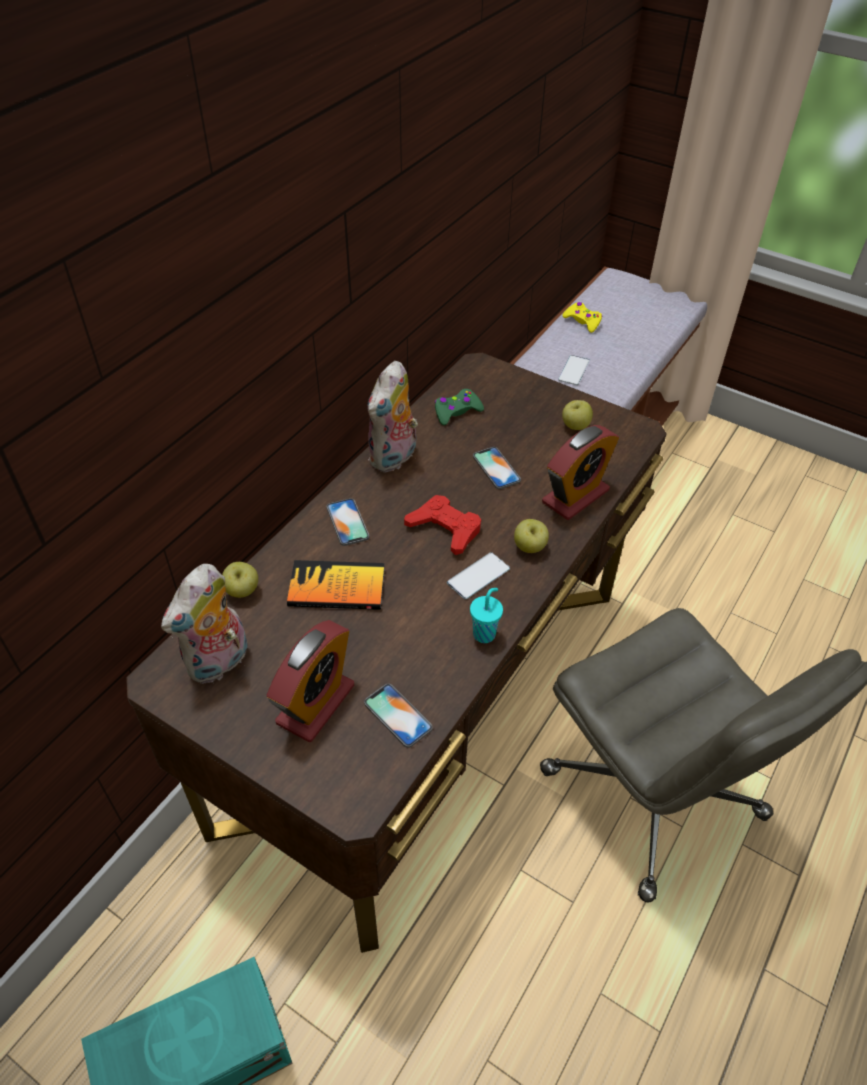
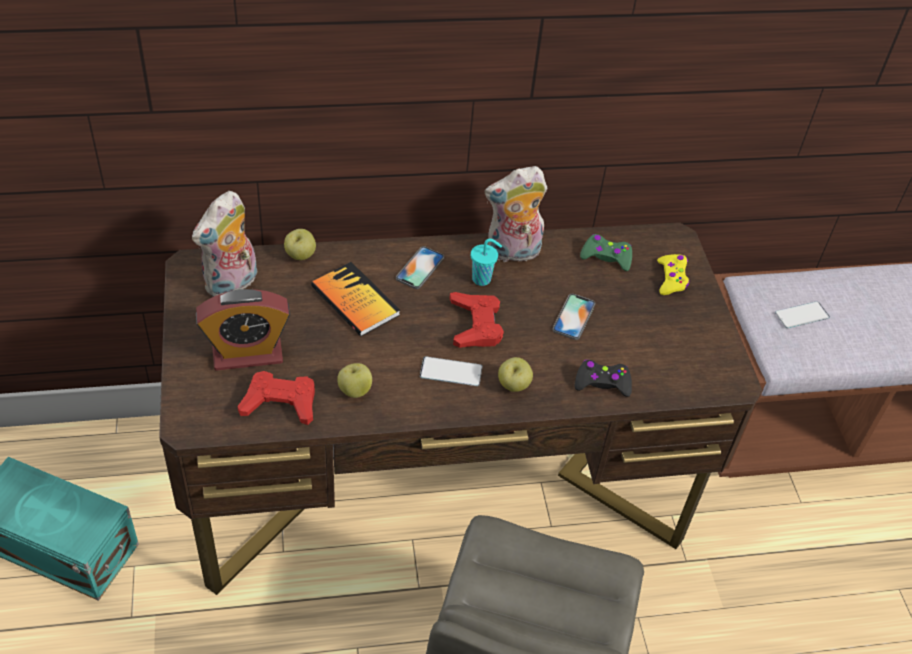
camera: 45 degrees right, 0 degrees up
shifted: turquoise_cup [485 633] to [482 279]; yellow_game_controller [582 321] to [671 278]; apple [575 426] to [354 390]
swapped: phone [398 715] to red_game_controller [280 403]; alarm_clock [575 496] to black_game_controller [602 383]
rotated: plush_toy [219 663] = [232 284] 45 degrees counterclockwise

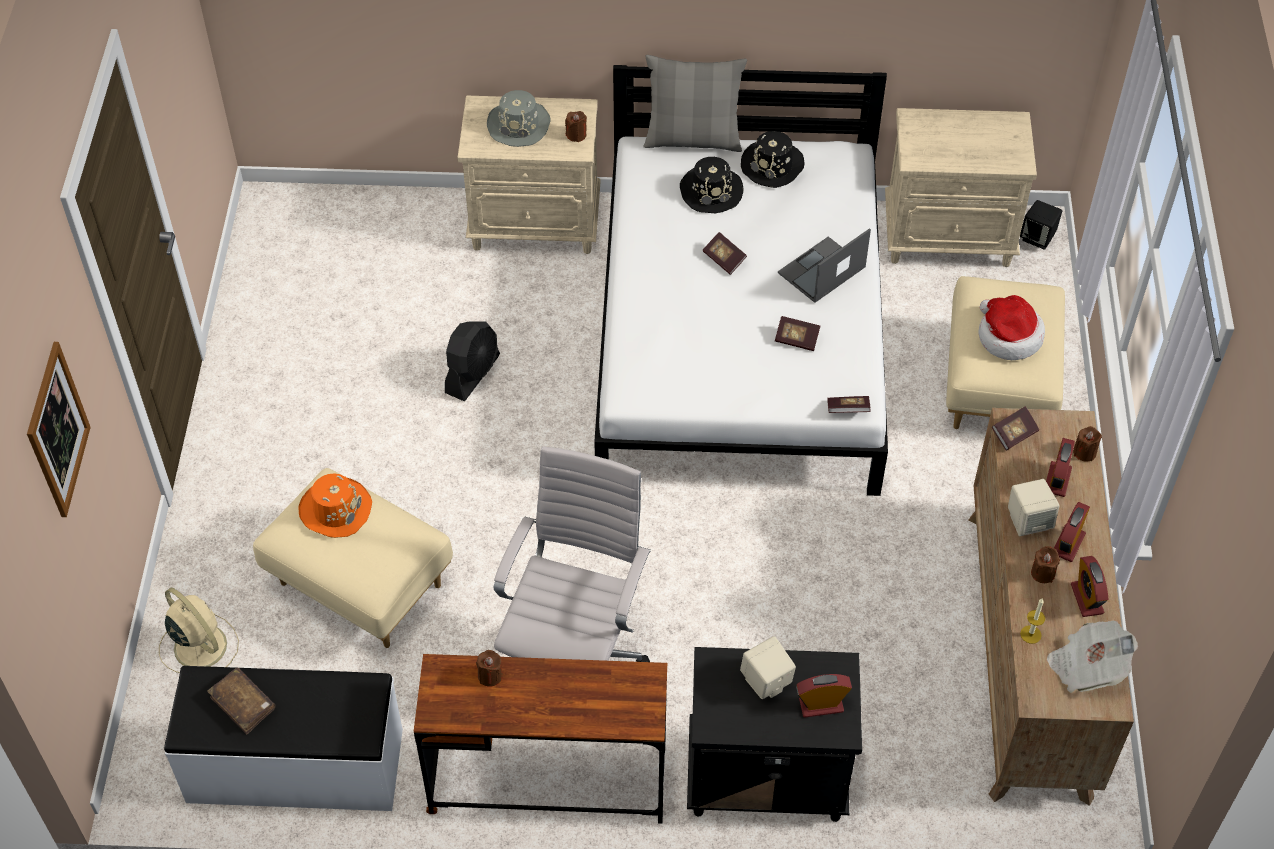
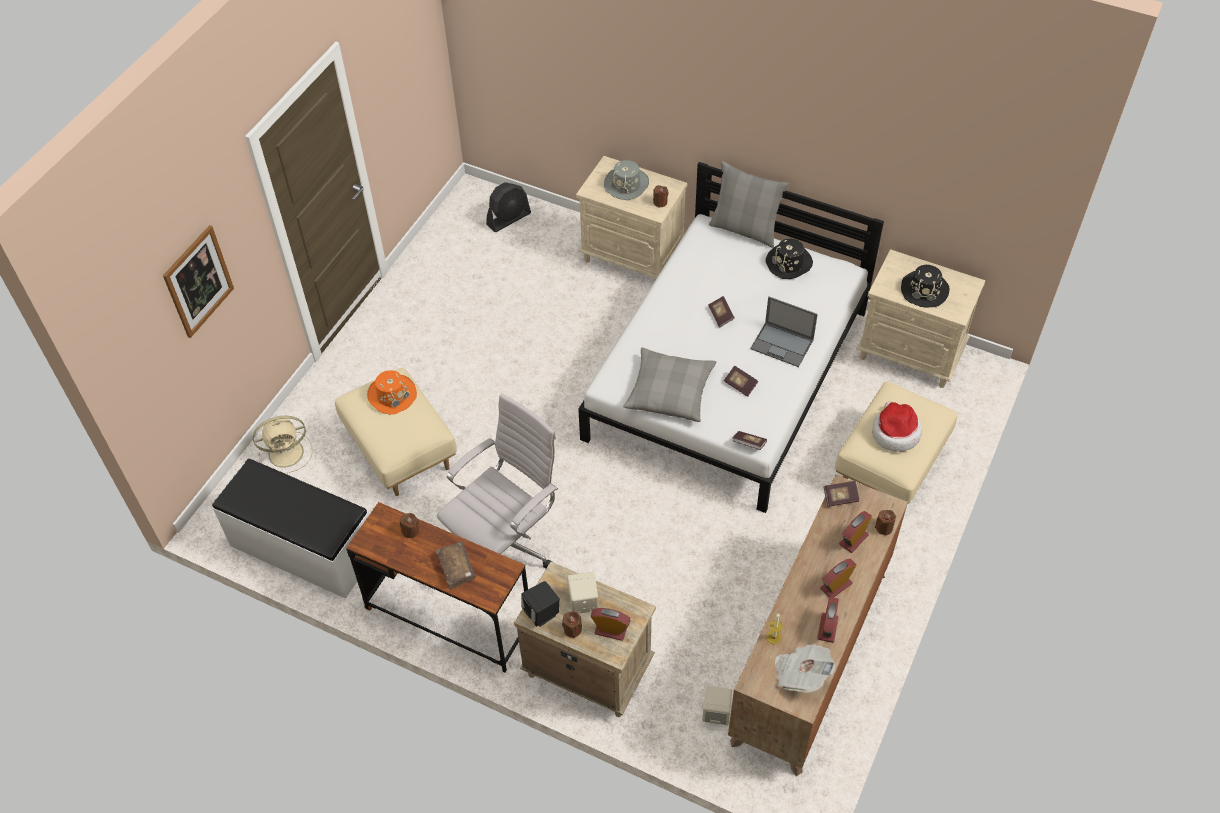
camera: 25 degrees right, 0 degrees up
new: grey_pillow [670 391]
shifted: brown_book [243 704] to [456 568]; black_fan [473 374] to [509 219]; black_hat [711 191] to [924 290]; beige_speaker [1028 521] to [716 713]; black_speaker [1038 238] to [542 613]; brown_candle [1042 573] to [572 629]
repainted: black_nightstand [765 777] to beige_nightstand [586 669]
rotated: beige_fan [199 645] = [287 452] 90 degrees clockwise; laptop [821 271] = [782 344] 135 degrees counterclockwise

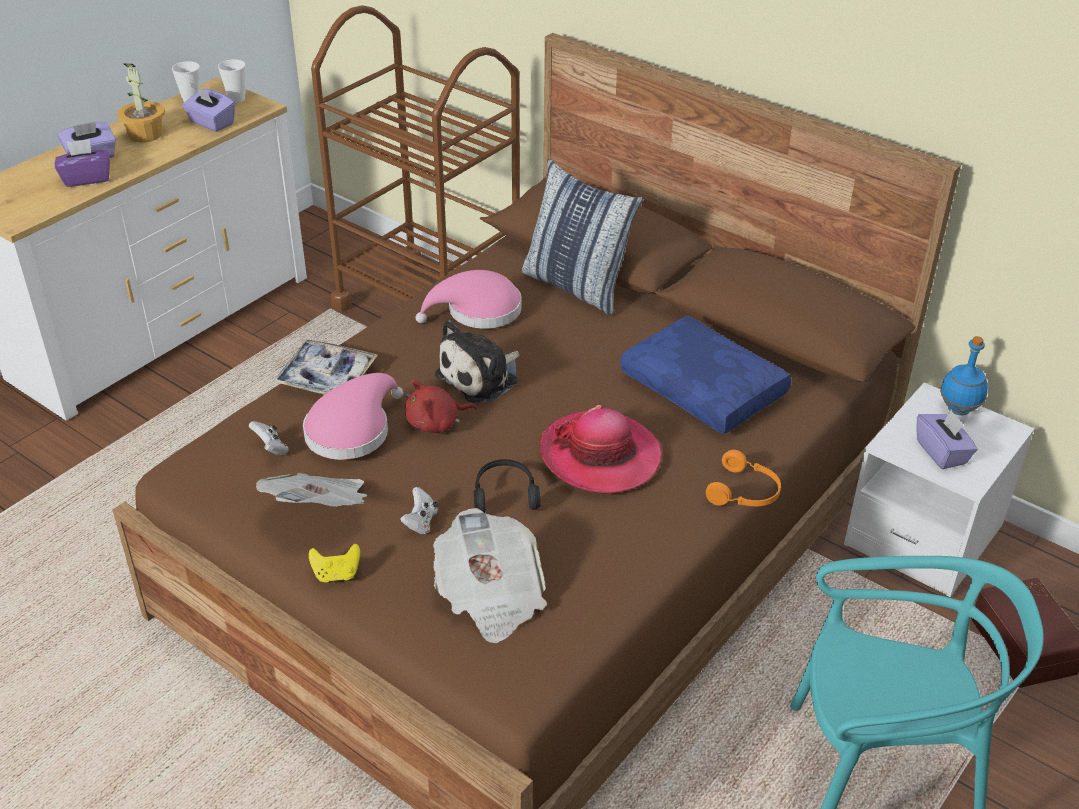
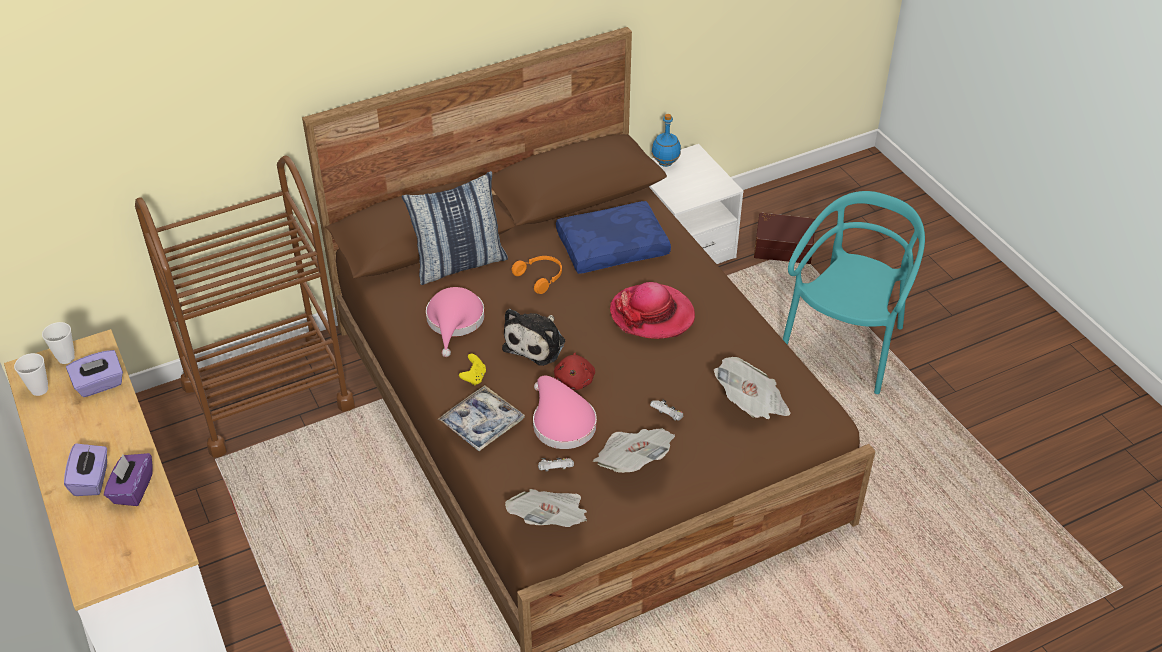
camera: 65 degrees left, 5 degrees up
gone: potted_plant [145 135]; black_headphones [505 493]; purple_tissue_box [942 452]
new: newspaper [550 521]
shifted: yellow_game_controller [336 574] to [474 377]; orange_headphones [745 492] to [541 277]
rotated: plush_toy [481 377] = [536 343] 45 degrees clockwise

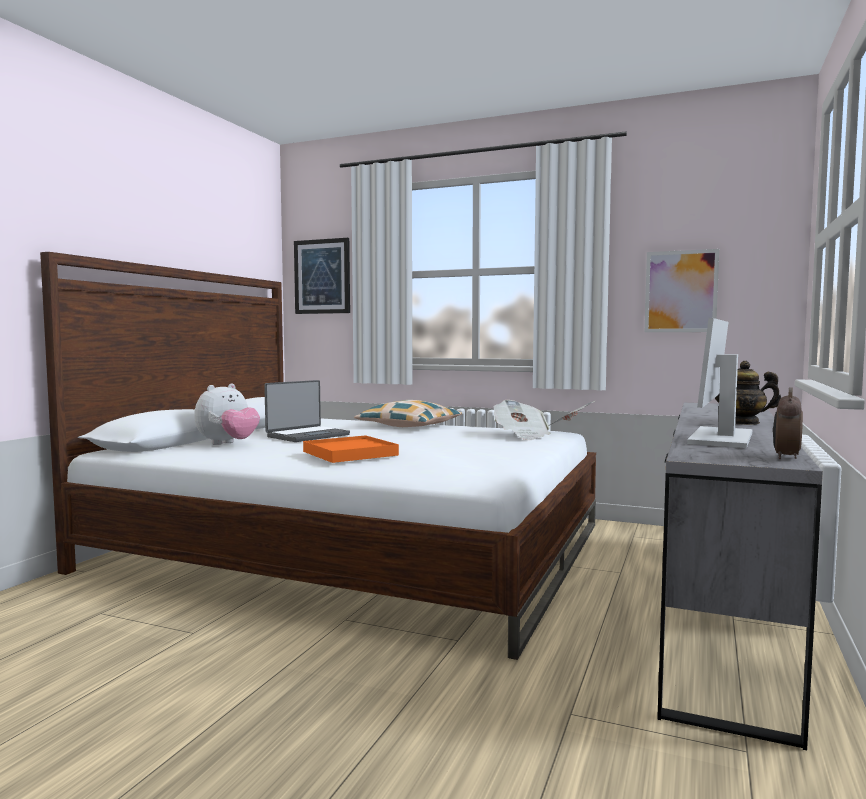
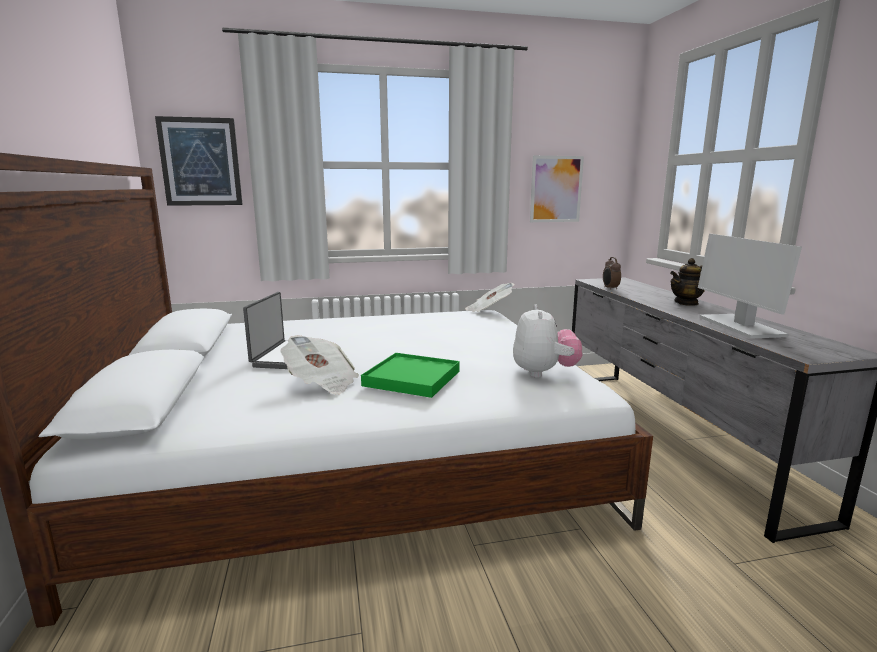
camera: 35 degrees left, 10 degrees up
gone: pillow [409 426]
shifted: plush_toy [228 444] to [544 373]; newspaper [521 435] to [322 382]; alarm_clock [785 457] to [610 288]
repainted: orange_tray [350 453] to green_tray [412 378]

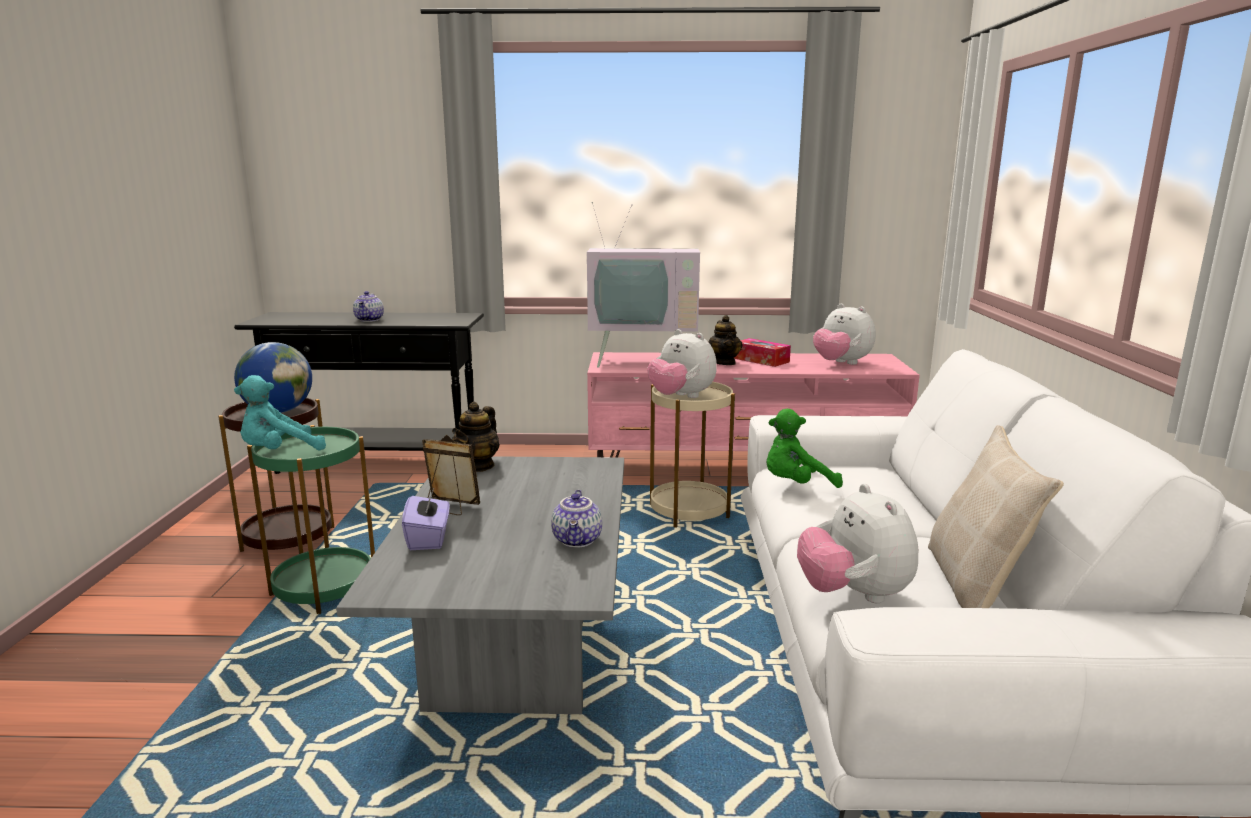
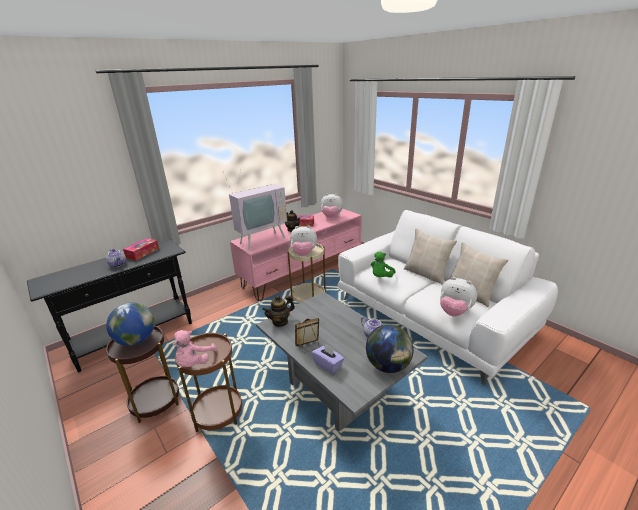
camera: 40 degrees left, 10 degrees up
new: tissue_box [142 253]; globe [388 366]; beige_pillow [426 274]
repainted: turquoise_plush_toy [279 453] to pink_plush_toy [195 362]; green_side_table [324 588] to brown_side_table [217 412]
rotated: teapot [478 465] = [280 322] 75 degrees clockwise

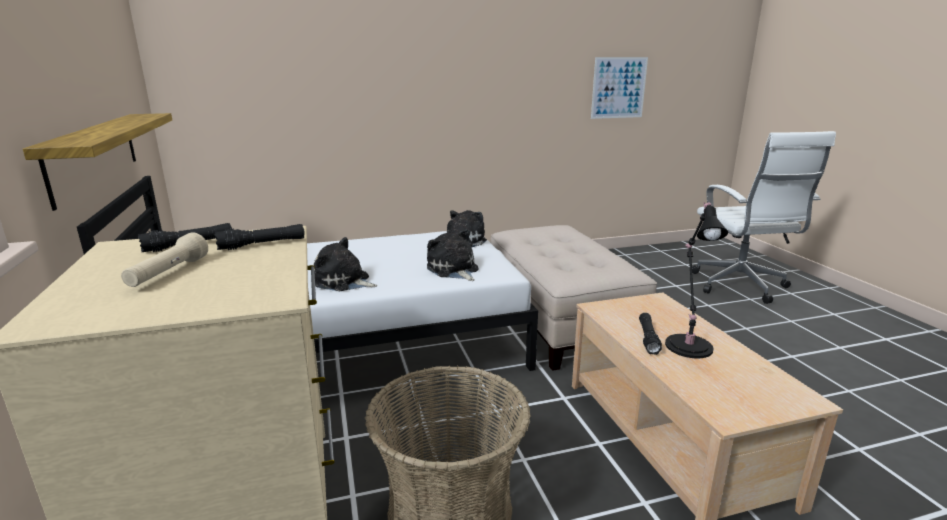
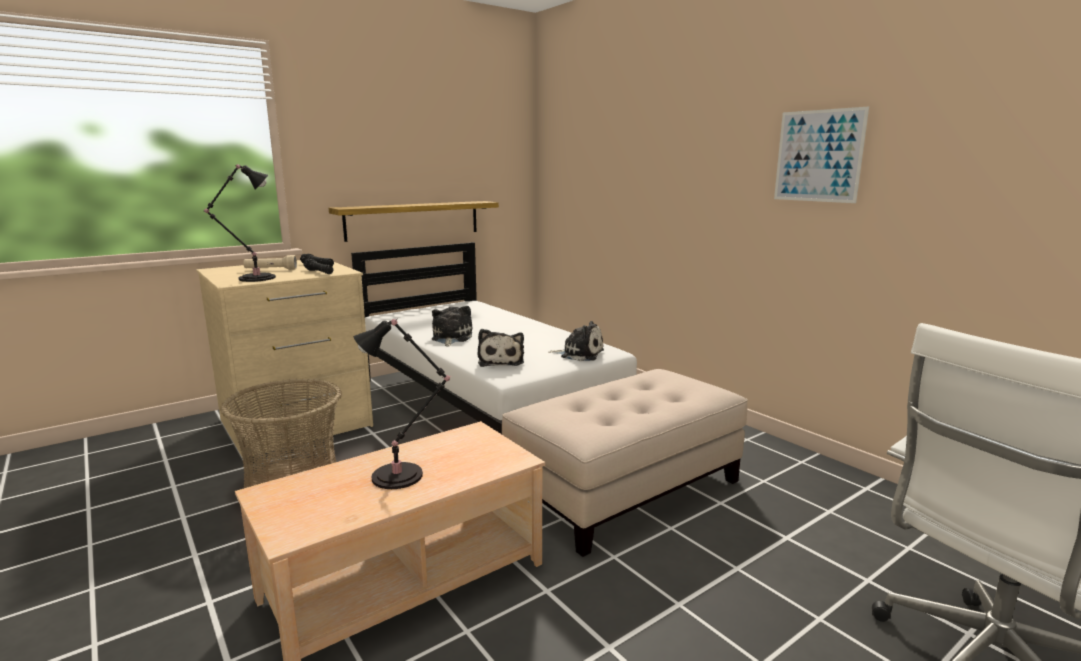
camera: 70 degrees right, 5 degrees down
gone: black_flashlight [648 338]
new: black_table_lamp [253 278]
shifted: picture [619 88] to [818 156]
rotated: plush_toy [453 270] = [501 361] 135 degrees clockwise

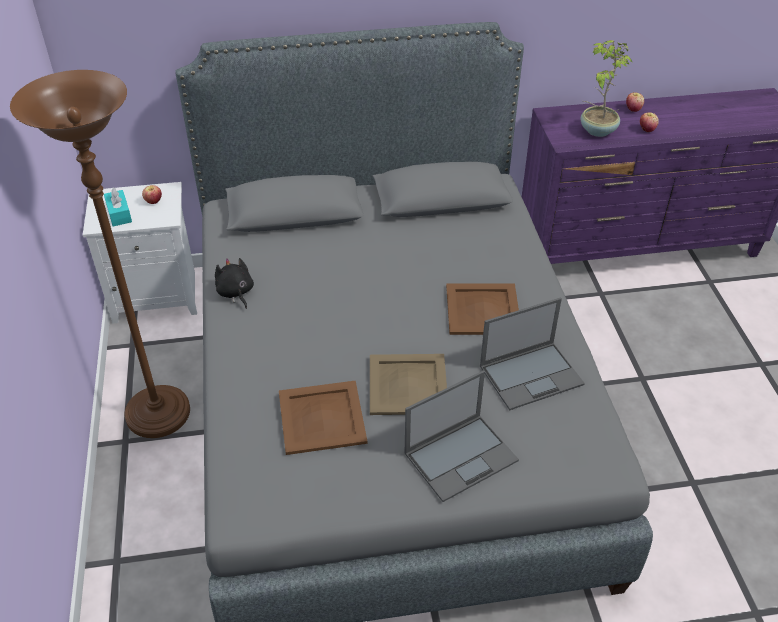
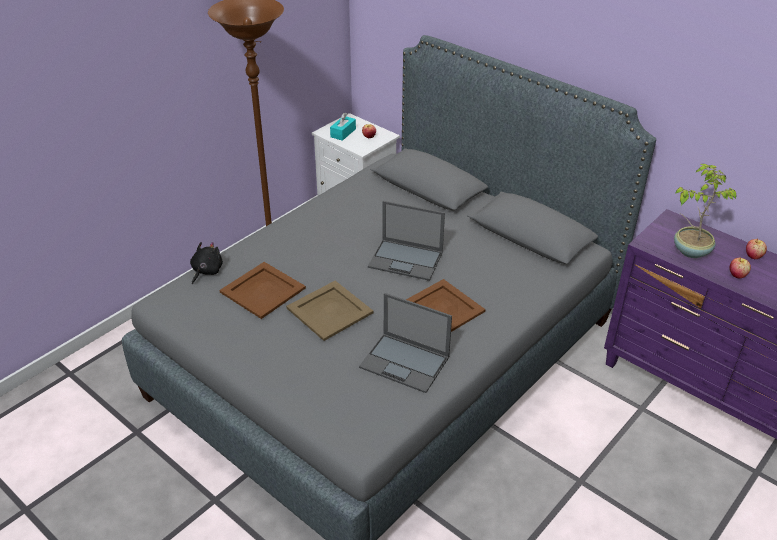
camera: 50 degrees right, 5 degrees down
shifted: black_plush_toy [235 293] to [206 271]; laptop [461 456] to [406 260]

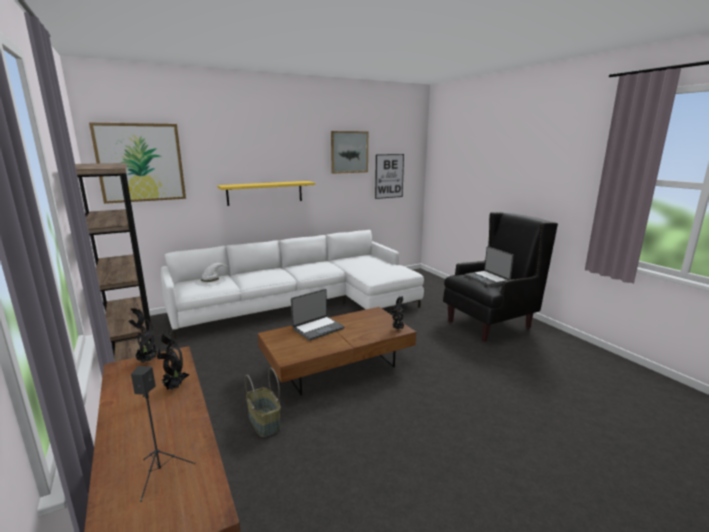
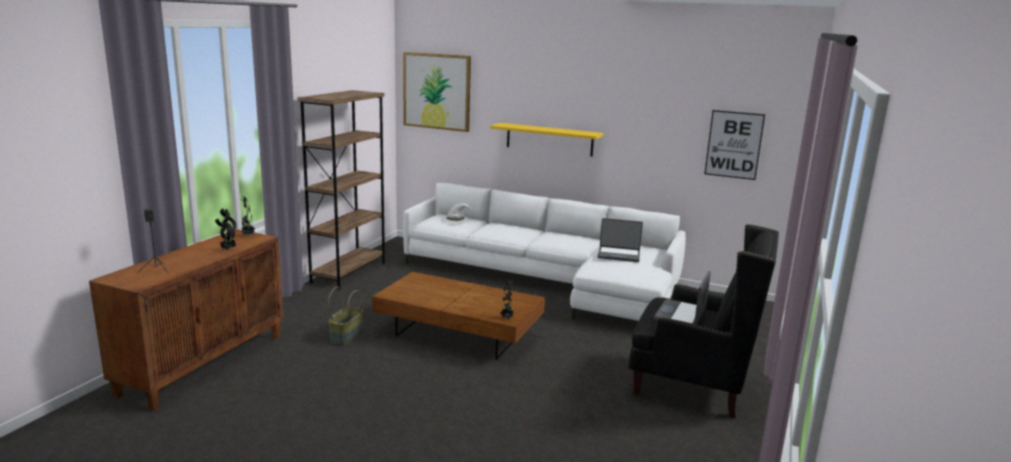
camera: 50 degrees right, 0 degrees up
gone: picture [349 152]
shifted: laptop [317 328] to [618 255]

